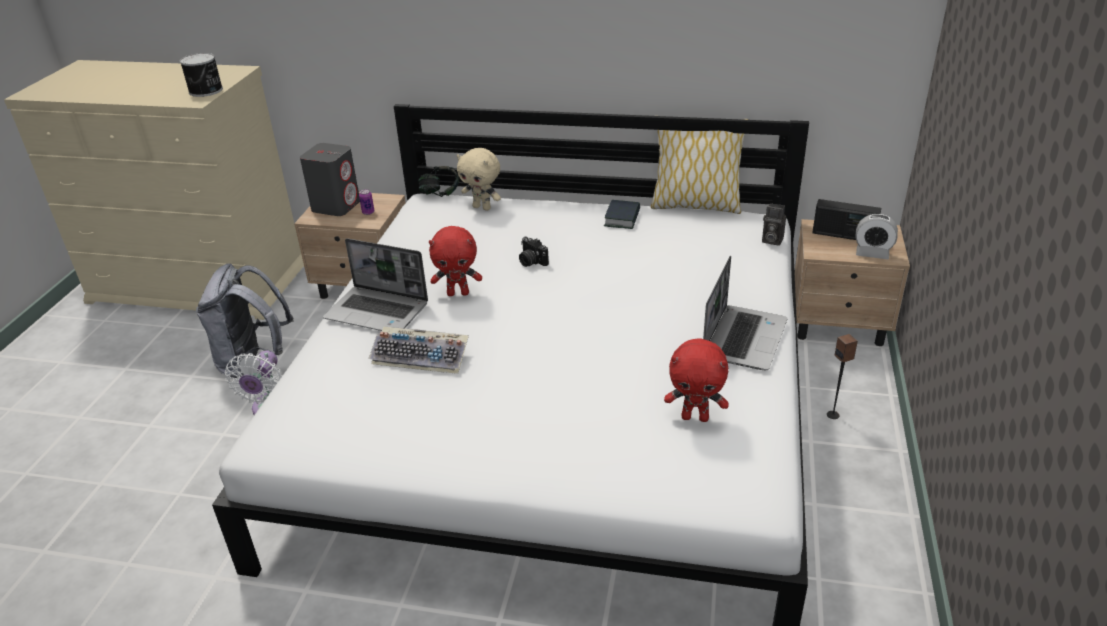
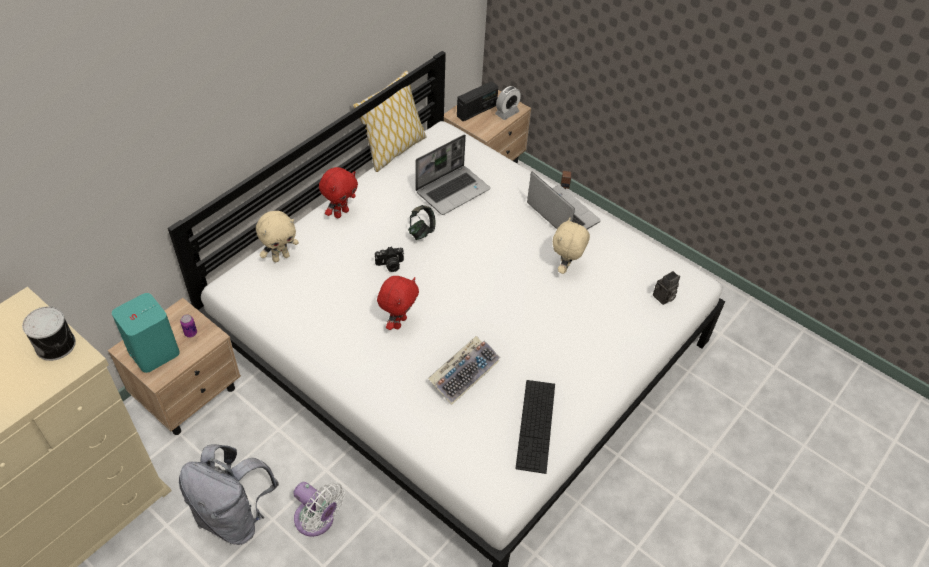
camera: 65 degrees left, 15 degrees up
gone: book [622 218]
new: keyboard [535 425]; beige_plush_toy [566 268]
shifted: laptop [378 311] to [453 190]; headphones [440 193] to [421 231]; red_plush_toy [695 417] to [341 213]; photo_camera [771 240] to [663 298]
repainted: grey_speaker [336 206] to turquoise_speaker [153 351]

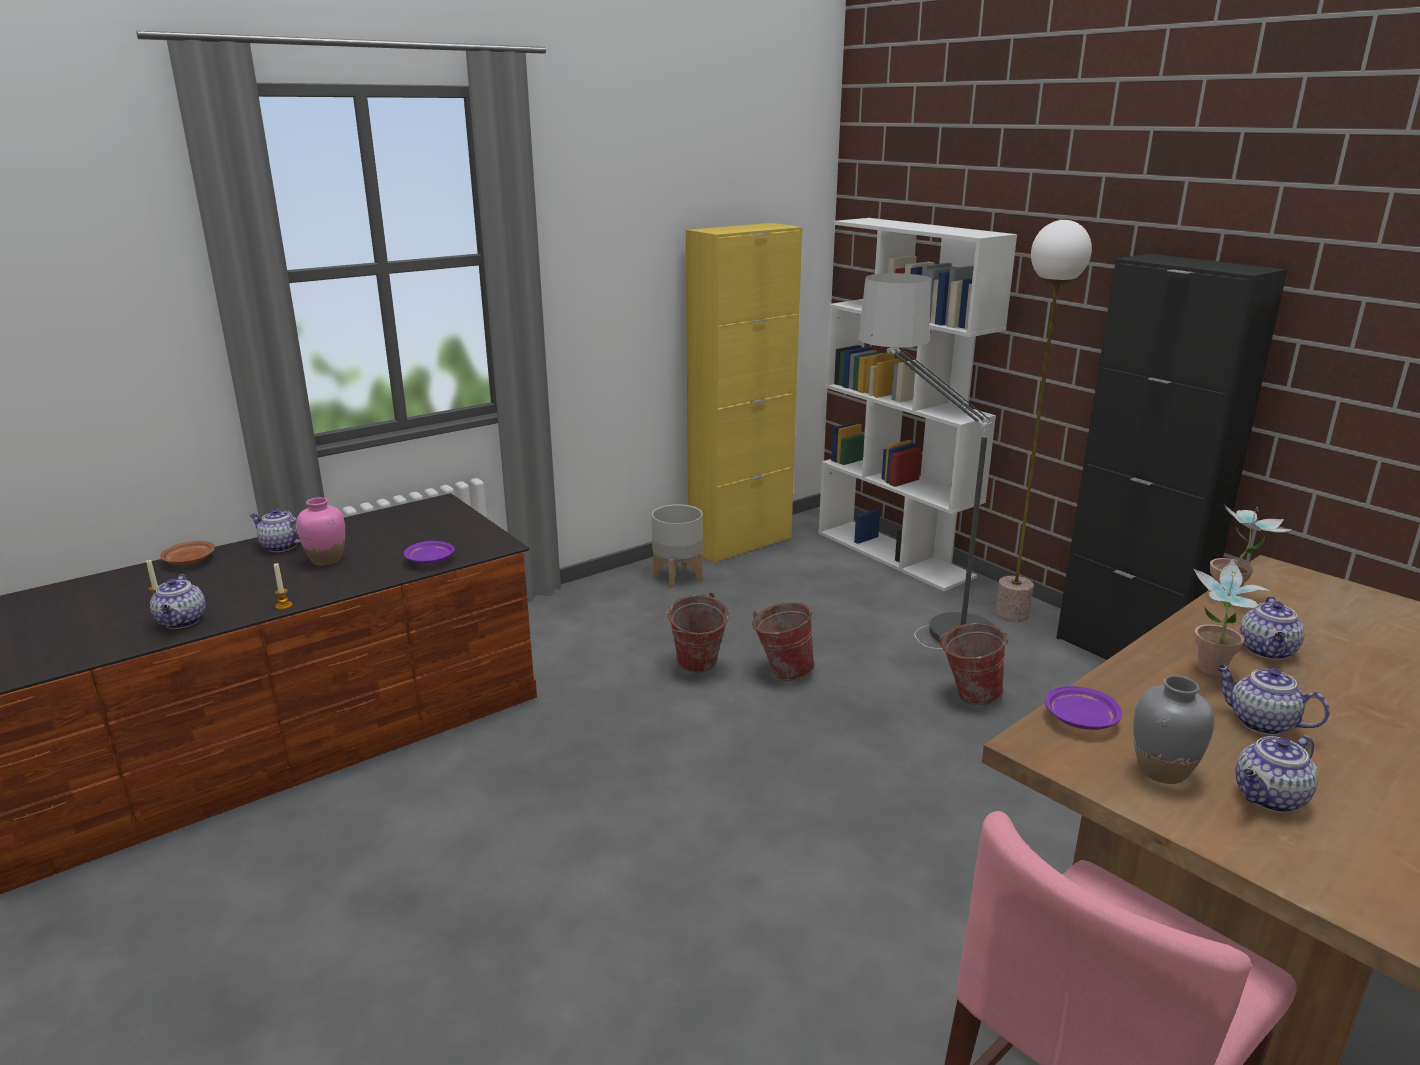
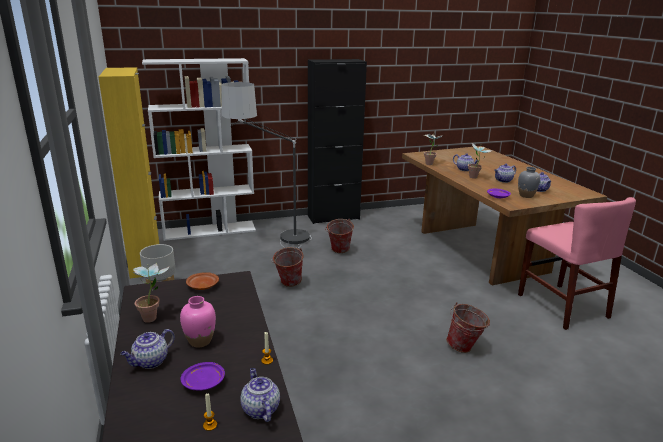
camera: 70 degrees left, 0 degrees up
gone: floor_lamp [1012 614]
new: potted_plant [154 316]
shifted: brown_plate [189 560] to [202 286]; purple_plate [430 560] to [204 382]; bucket [696 668] to [465 348]
rotated: teapot [182 622] = [260 409] 120 degrees counterclockwise

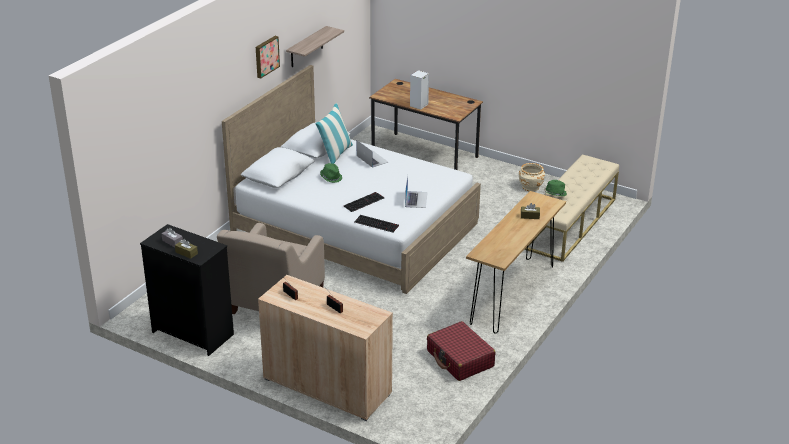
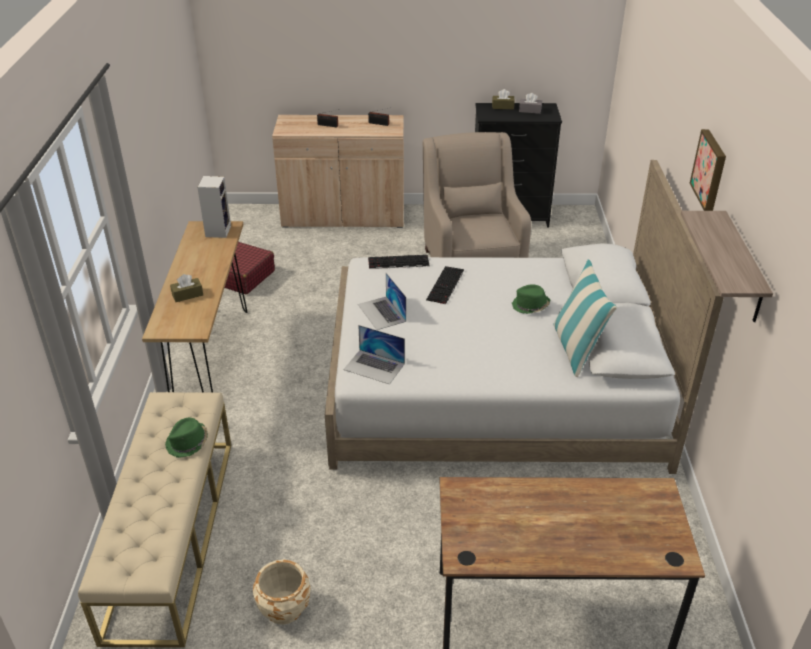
camera: 150 degrees right, 5 degrees up
shifted: laptop [372 159] to [374 366]; speaker [419 105] to [218 230]

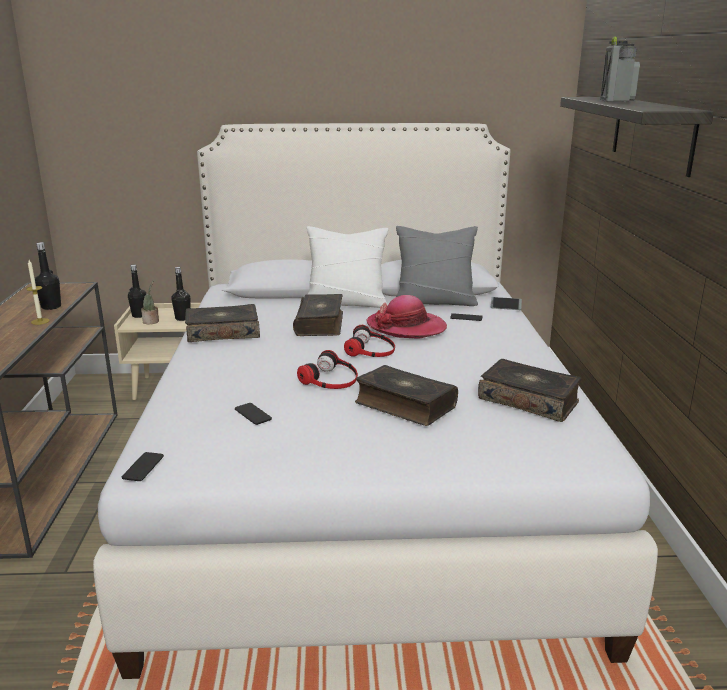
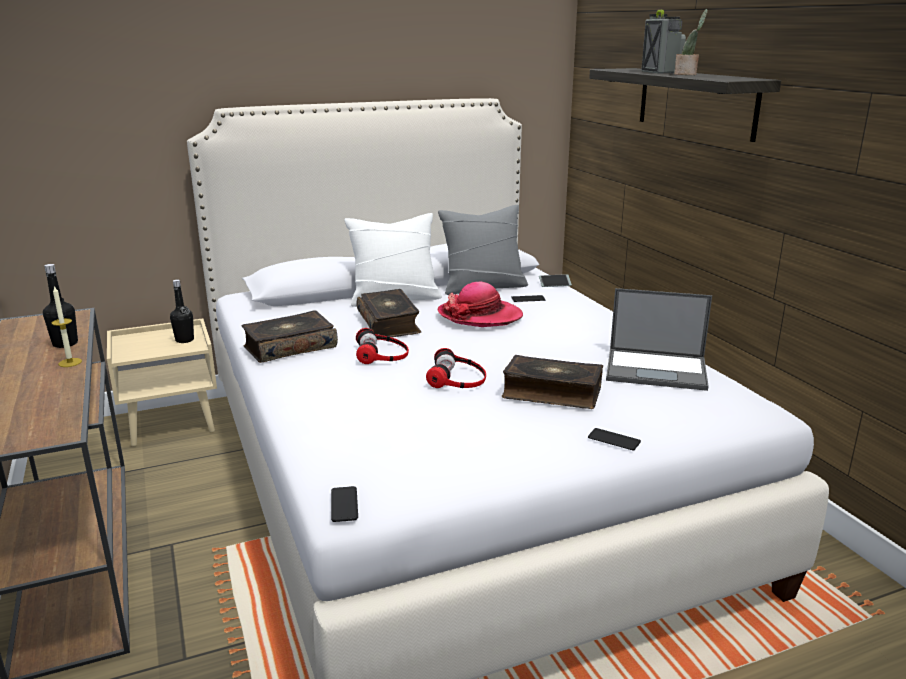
camera: 20 degrees left, 0 degrees up
gone: black_bottle [139 315]
shifted: potted_plant [151 322] to [687 74]; phone [253 414] to [614 440]; headphones [371 349] to [382 354]
swapped: book [528 400] to laptop [657 369]

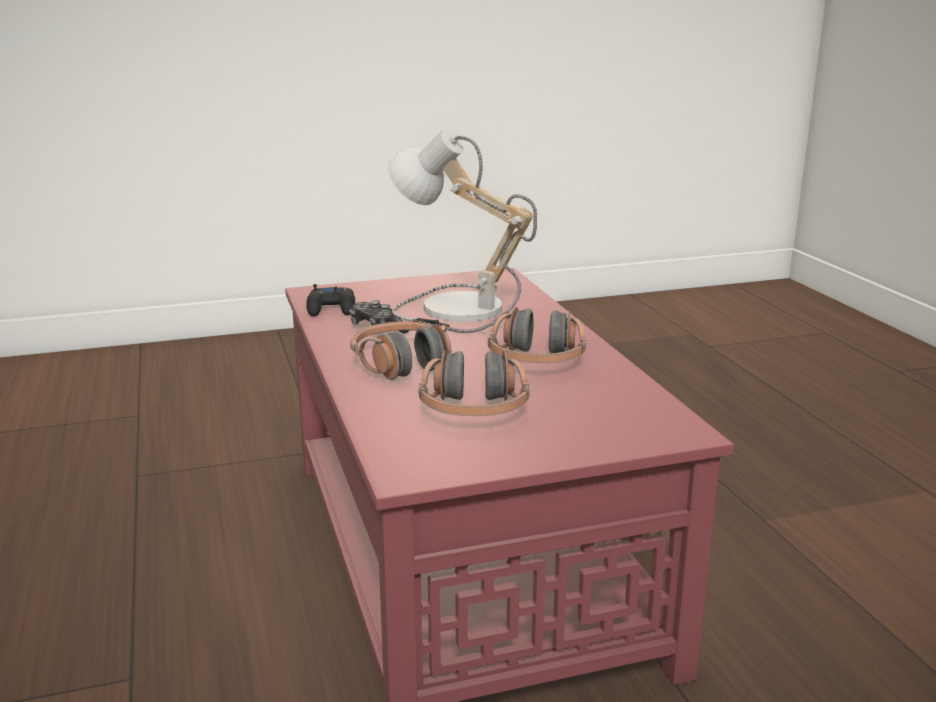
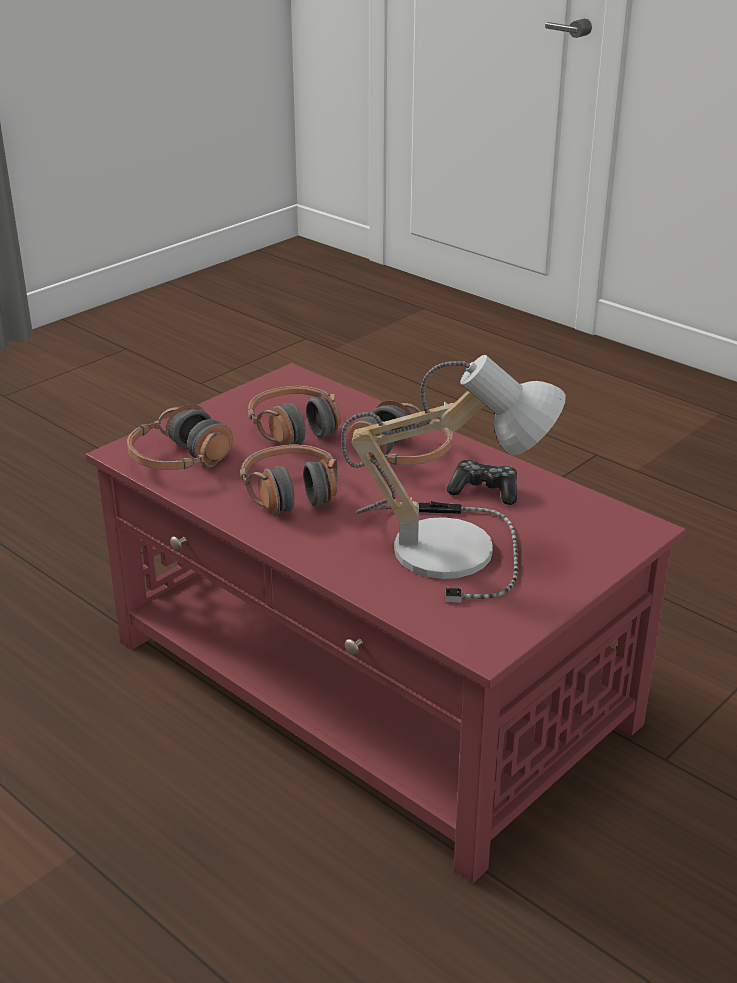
camera: 150 degrees right, 10 degrees up
gone: black_game_controller [332 309]
new: headphones [179 460]

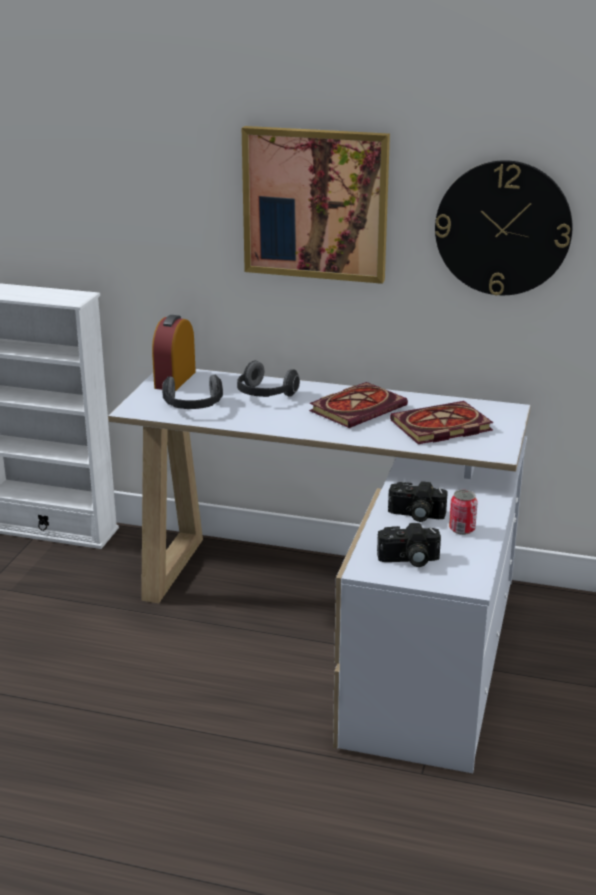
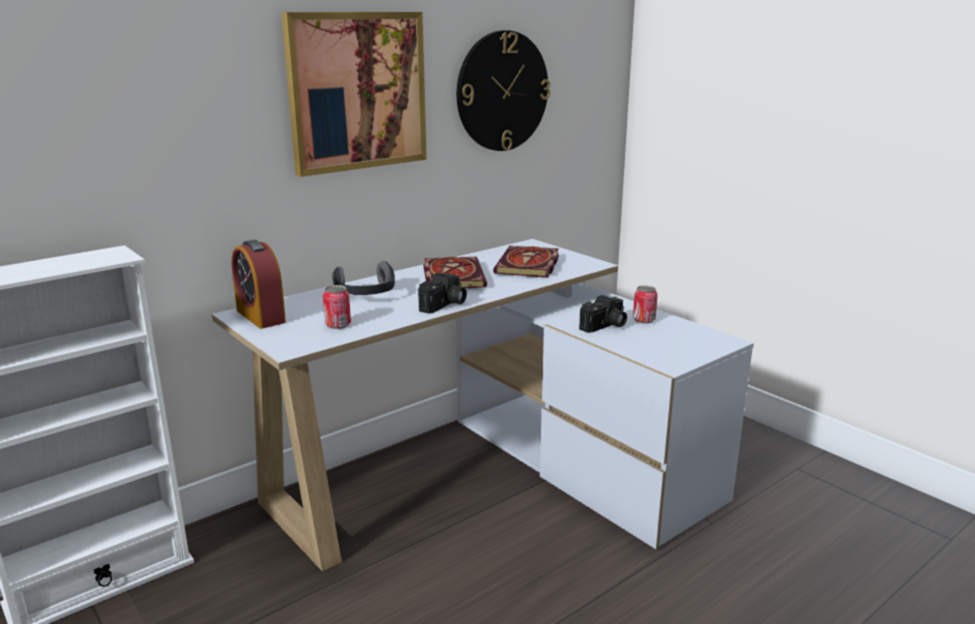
camera: 55 degrees left, 5 degrees down
shifted: photo_camera [408 560] to [444 305]
swapped: headphones [193 407] to can [338 325]

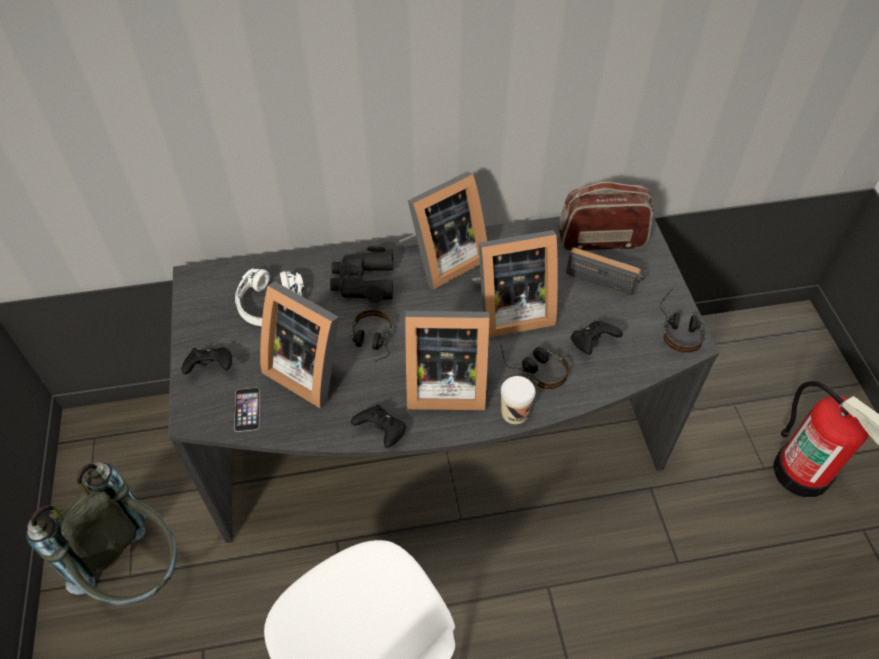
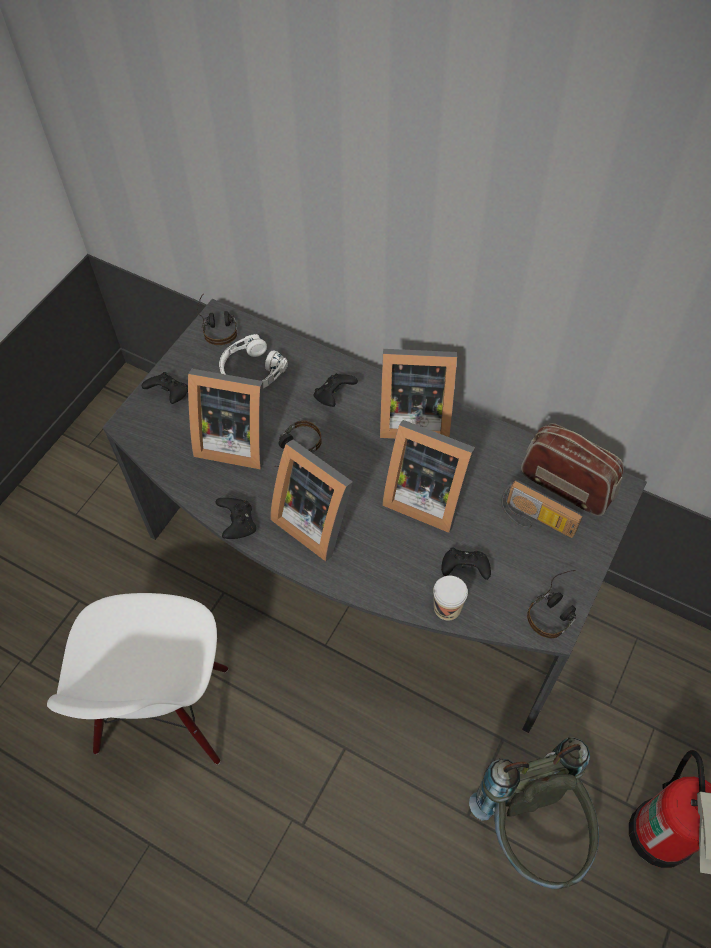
camera: 40 degrees right, 5 degrees up
gone: phone [247 409]
shifted: grey_backpack [137 572] to [532 831]; headphones [533 368] to [218 325]; cup [514 412] to [447 608]
swapped: black_binoculars [363 282] to black_game_controller [334 397]
rotated: picture_frame [309 368] = [233 440] 60 degrees counterclockwise; radio [604 278] = [535 521] 150 degrees clockwise

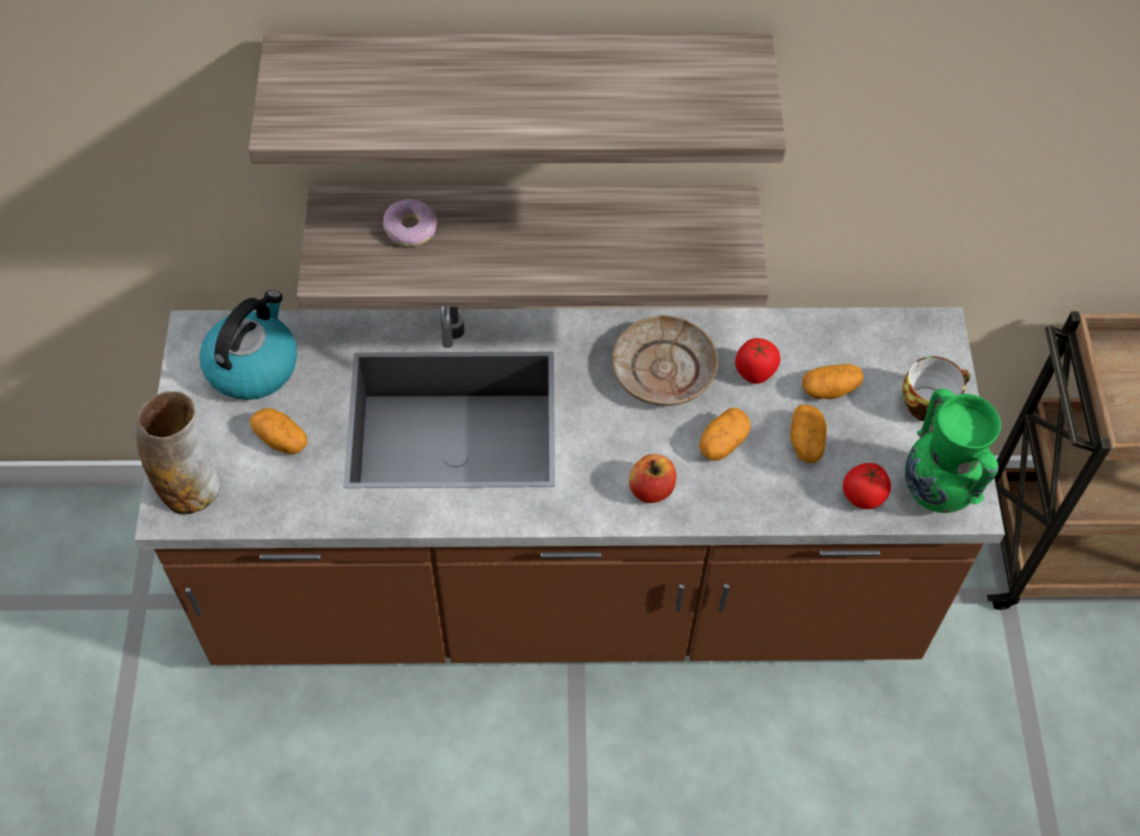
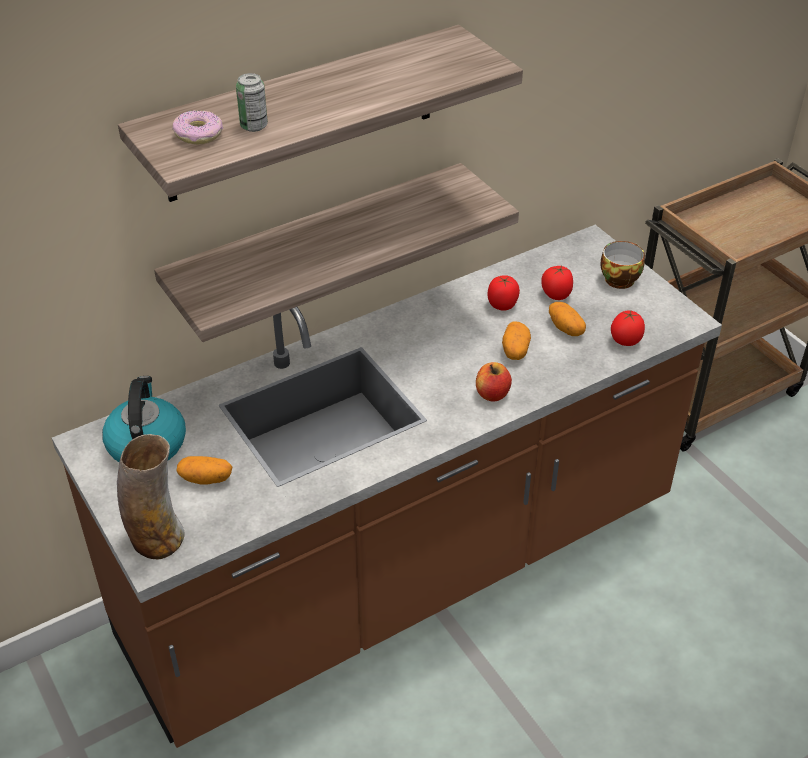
camera: 30 degrees left, 15 degrees down
gone: beige_plate [663 371]; green_vase [936 494]
new: can [254 126]
shifted: donut [411 228] to [199 134]
swapped: potato [830 389] to tomato [556 295]

